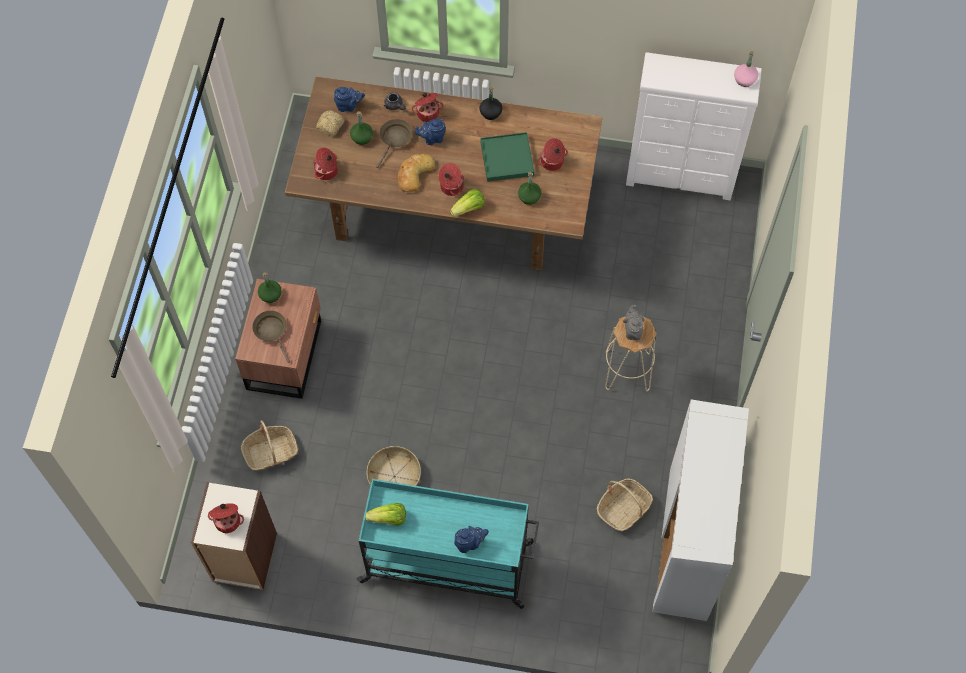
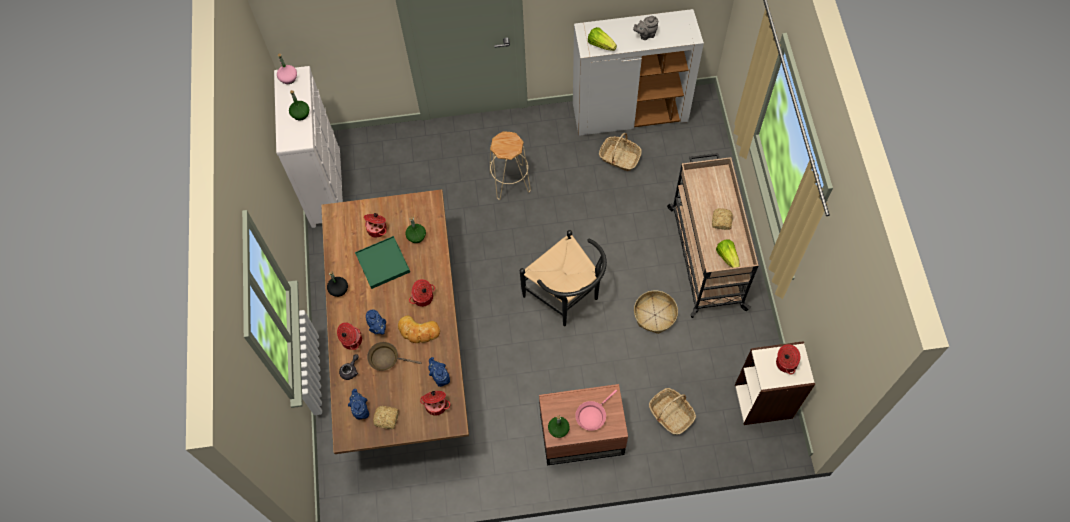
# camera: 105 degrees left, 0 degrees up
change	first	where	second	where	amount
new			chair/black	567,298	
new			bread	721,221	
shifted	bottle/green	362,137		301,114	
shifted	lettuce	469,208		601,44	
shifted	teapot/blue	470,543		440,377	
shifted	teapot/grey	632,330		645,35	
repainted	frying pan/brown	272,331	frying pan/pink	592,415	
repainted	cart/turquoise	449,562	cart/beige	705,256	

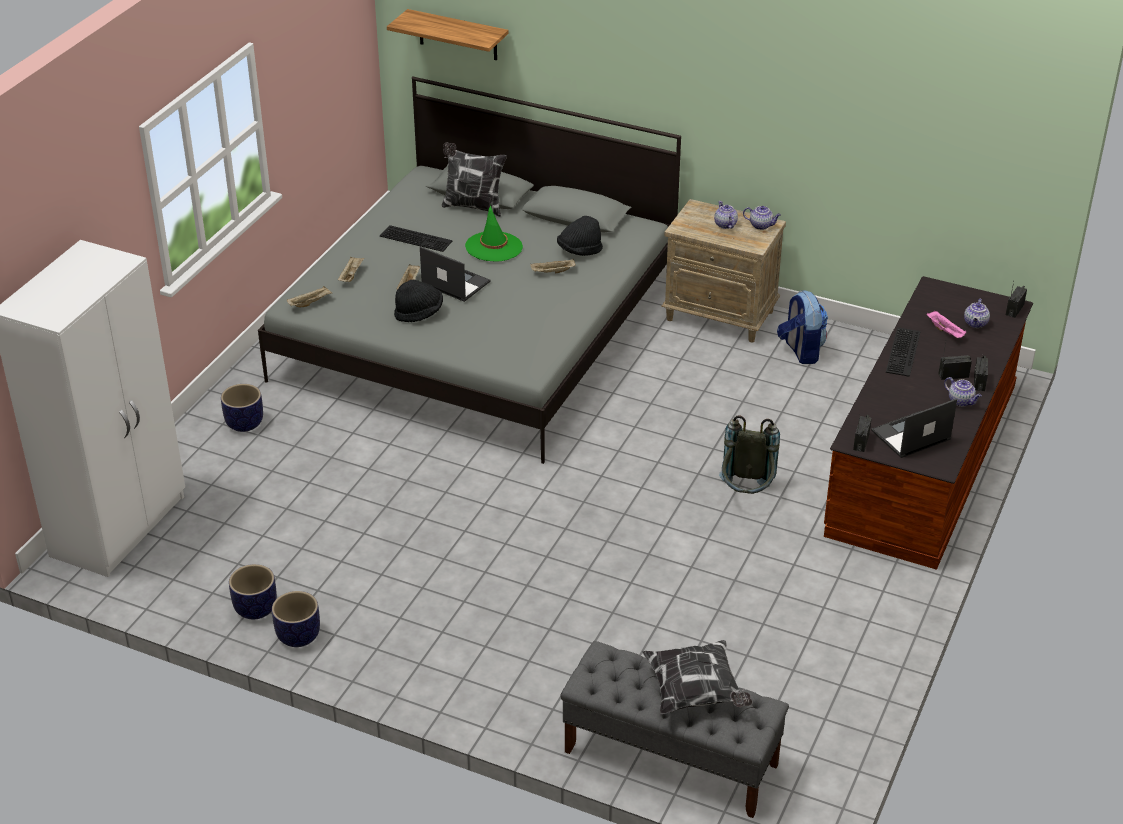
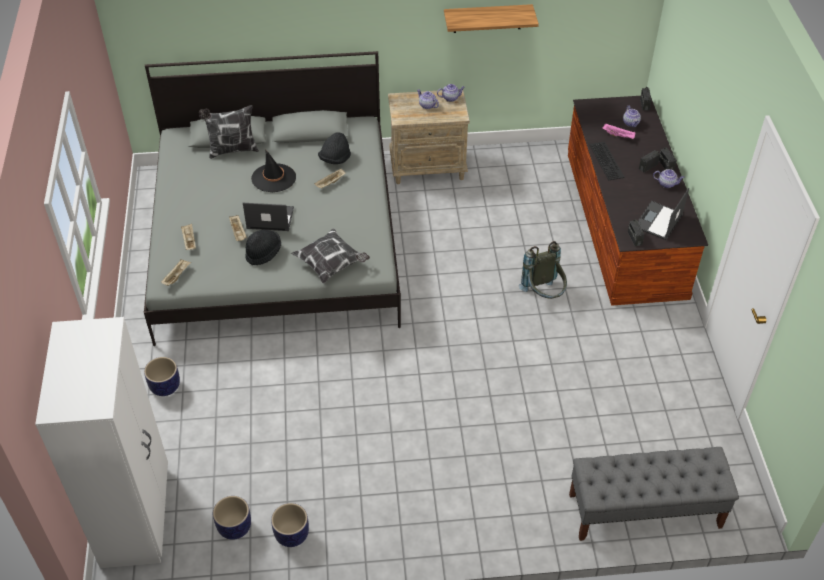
# camera: 30 degrees left, 10 degrees up
change	first	where	second	where	amount
gone	keyboard	417,238			
gone	backpack	801,351			
shifted	planter	298,636		234,527	
shifted	shelf	458,35		487,18	
shifted	pillow	695,692		331,264	
repainted	hat/green	494,247	hat/black	273,178	

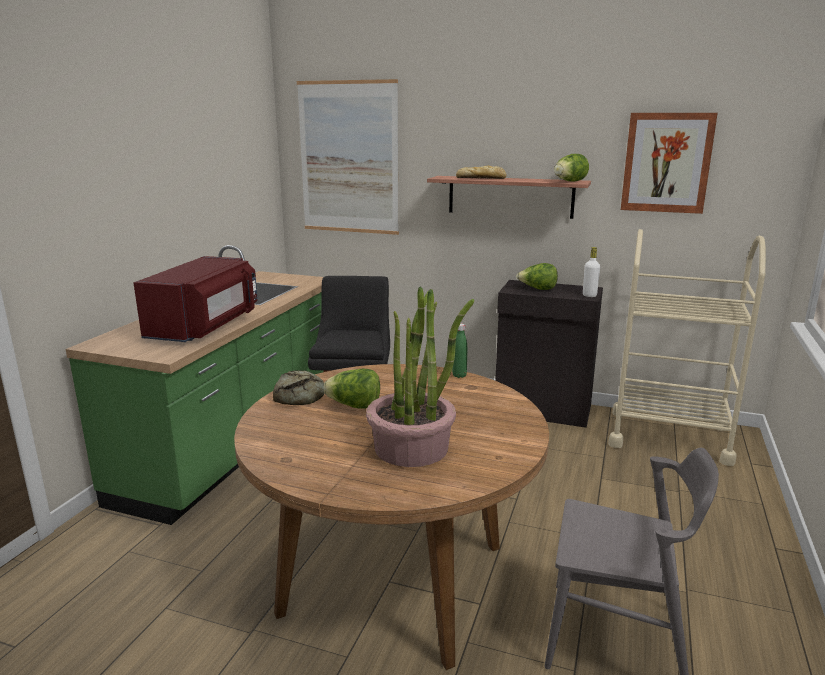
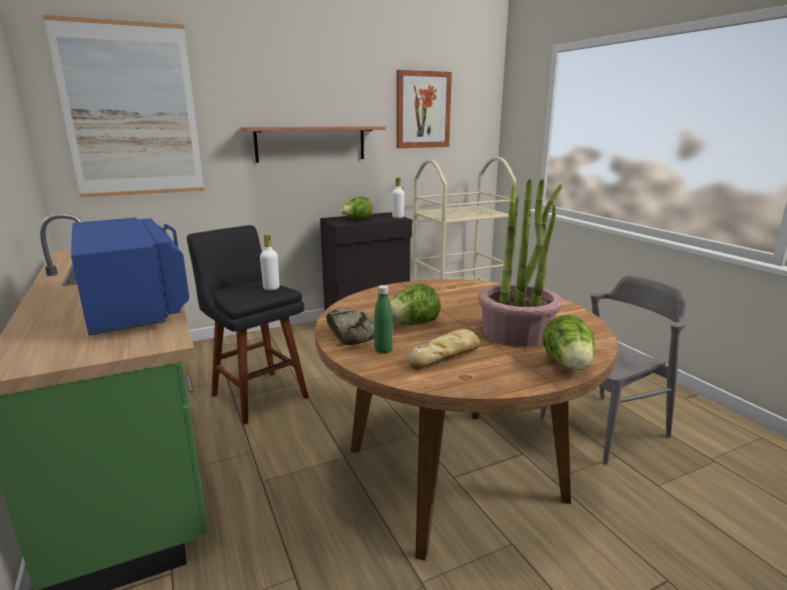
# camera: 45 degrees left, 0 degrees up
change	first	where	second	where	amount
new			bottle/white	271,288	
shifted	bottle/green	459,375		383,350	
shifted	bread	482,178		446,355	
shifted	lettuce	569,181		568,365	
repainted	microwave/red	206,326	microwave/blue	135,306	

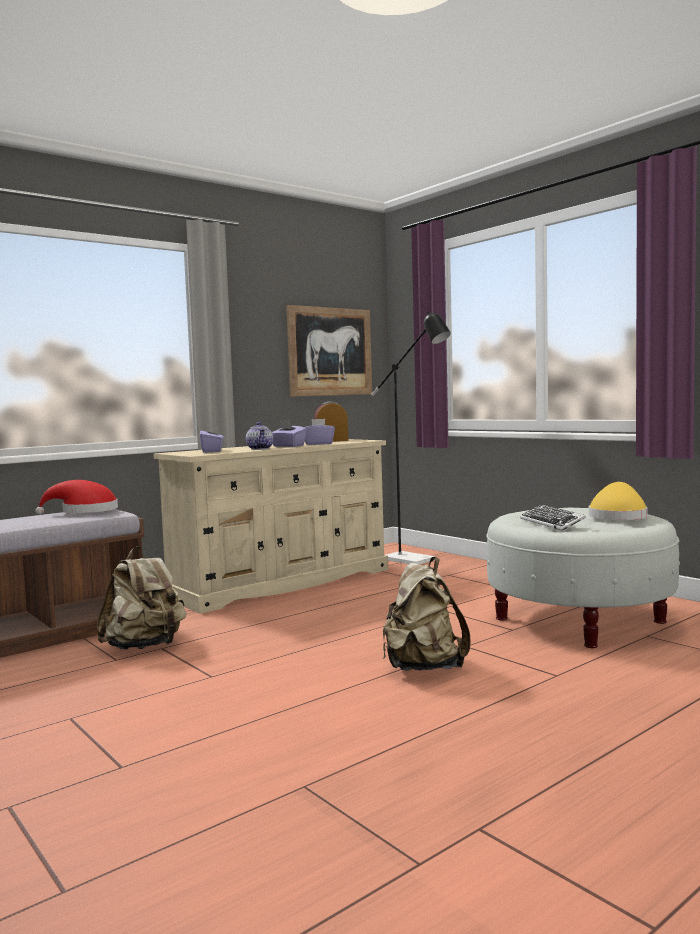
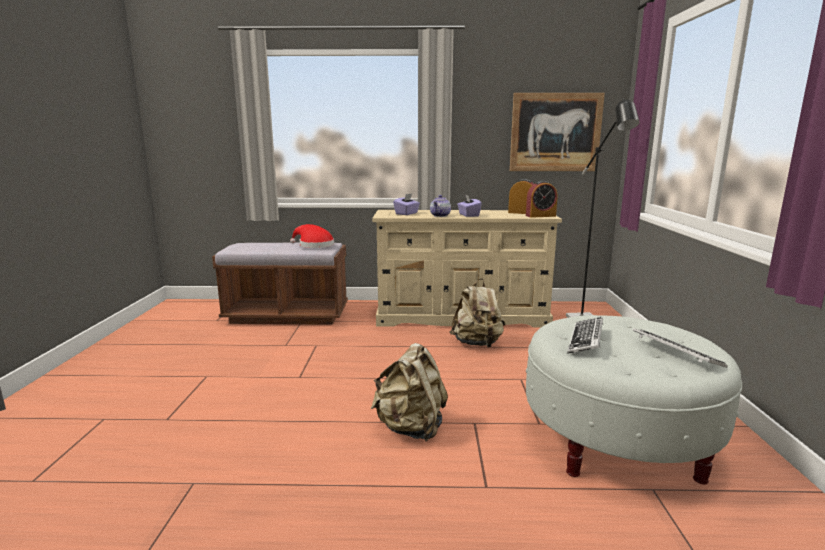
# camera: 40 degrees right, 10 degrees up
change	first	where	second	where	amount
gone	tissue box/purple	319,444			
new			alarm clock	540,216	
shifted	backpack/beige	145,647		477,344	
swapped	hat/yellow	617,517	keyboard	675,353	

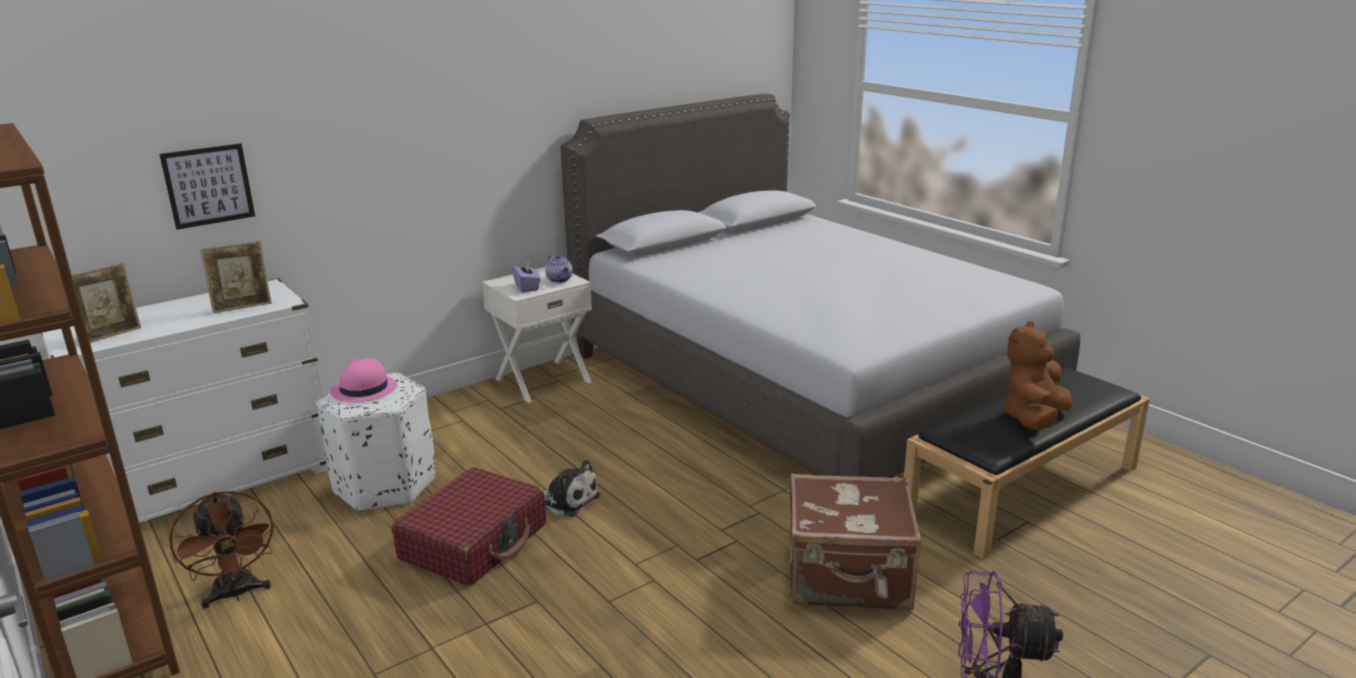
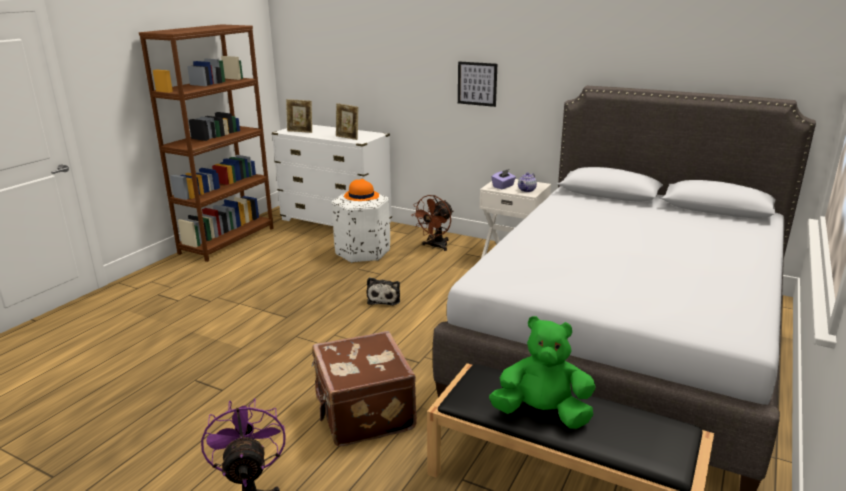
# camera: 65 degrees right, 0 degrees up
change	first	where	second	where	amount
gone	suitcase/red	474,542			
shifted	picture	208,185		477,83	
shifted	fan/brown	236,594		435,246	
repainted	hat/pink	363,389	hat/orange	361,196	
repainted	plush toy/brown	1033,419	plush toy/green	542,414	

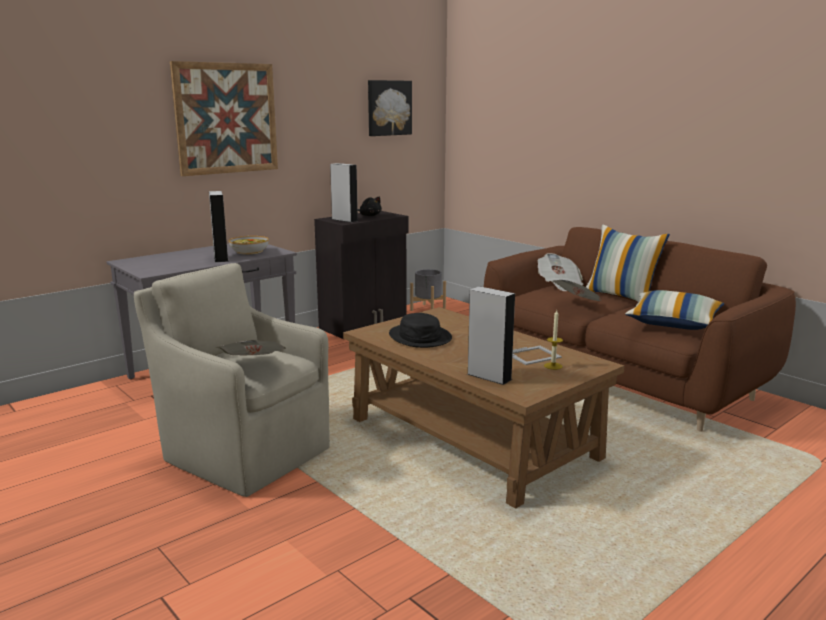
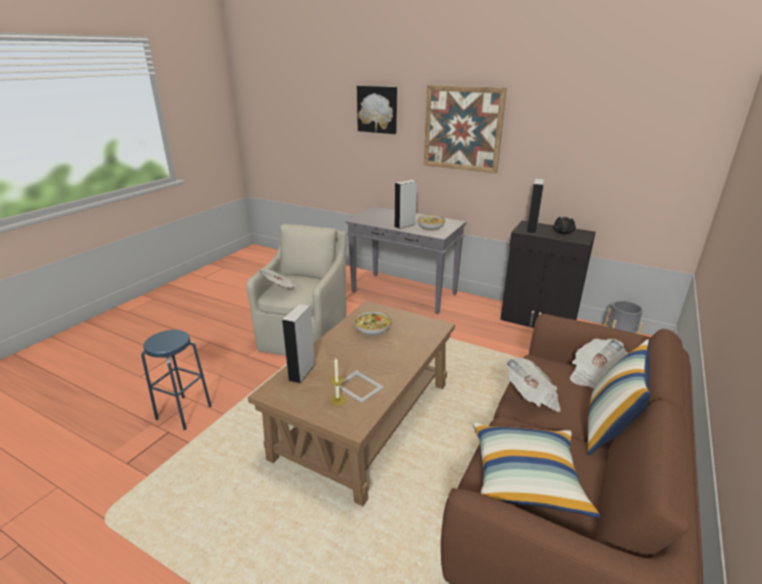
# camera: 70 degrees right, 10 degrees up
change	first	where	second	where	amount
new			stool/blue	184,412	
shifted	picture	388,108		377,109	
swapped	hat/black	420,337	bowl	372,329	

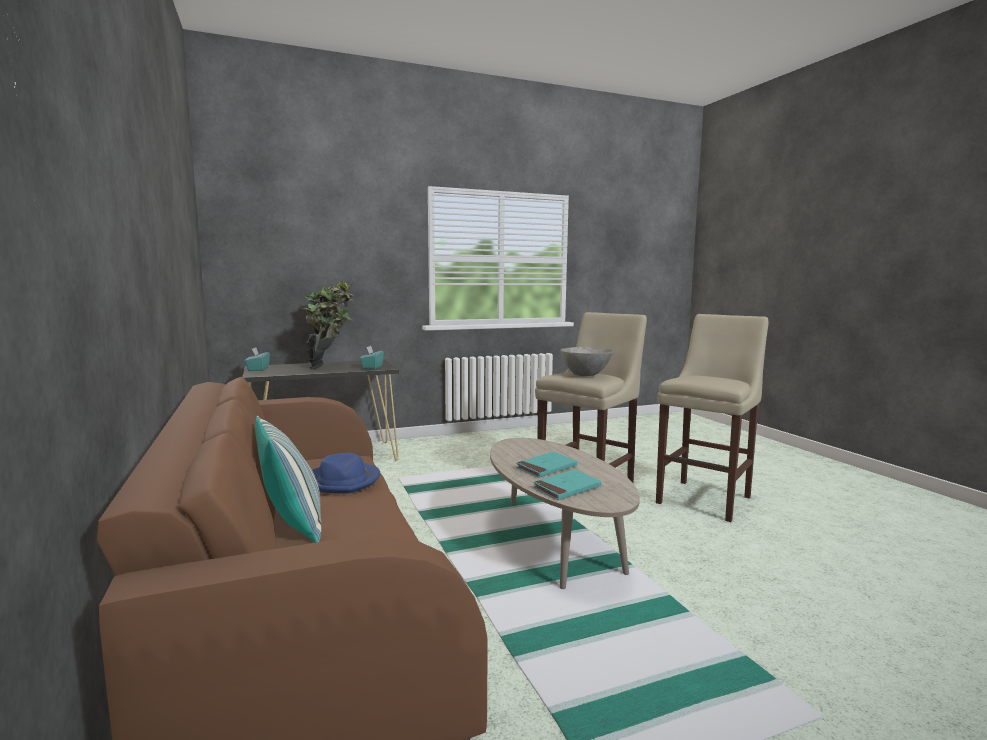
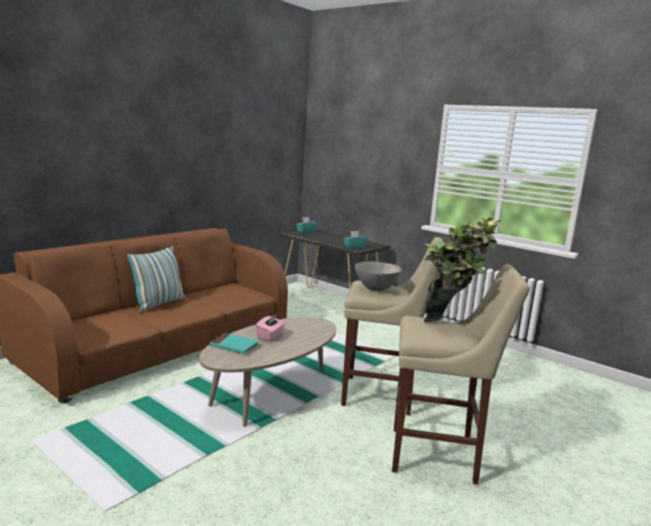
# camera: 60 degrees right, 5 degrees up
change	first	where	second	where	amount
gone	hat/blue	344,481			
shifted	potted plant	329,366		451,324	
swapped	book/turquoise	546,467	tissue box/pink	270,336	

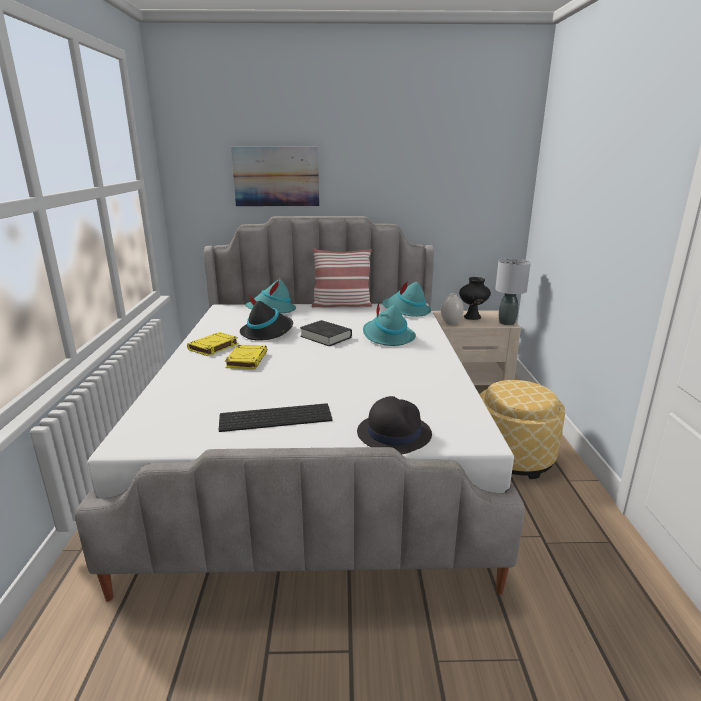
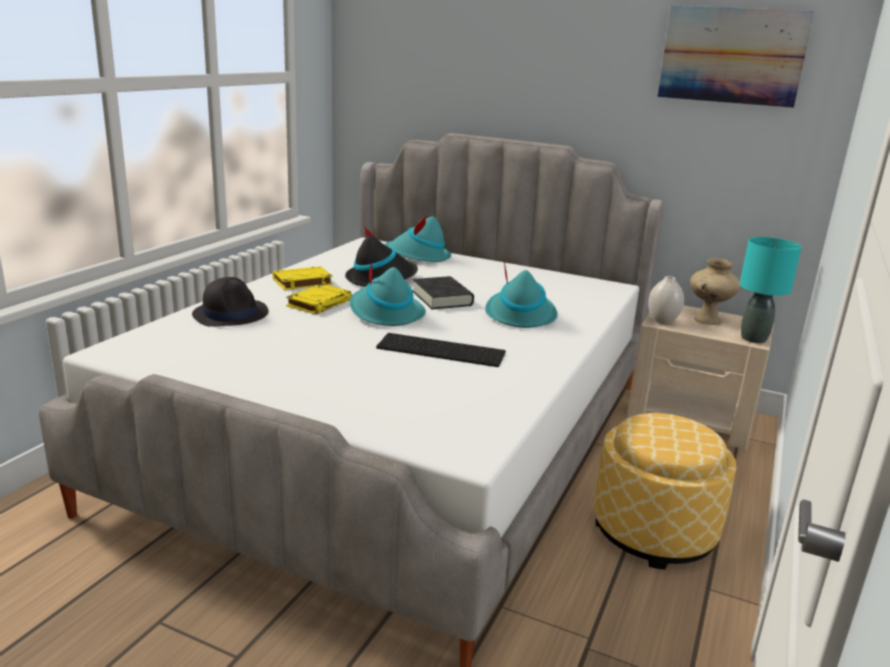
# camera: 25 degrees right, 0 degrees up
change	first	where	second	where	amount
gone	pillow	341,305			
shifted	keyboard	276,417		442,350	
shifted	picture	276,177		732,56	
shifted	hat/black	393,433		231,314	
shifted	hat/turquoise	406,311		385,313	
repainted	vase/black	472,317	vase/beige	707,320	
repainted	table lamp/grey	506,323	table lamp/turquoise	753,338	

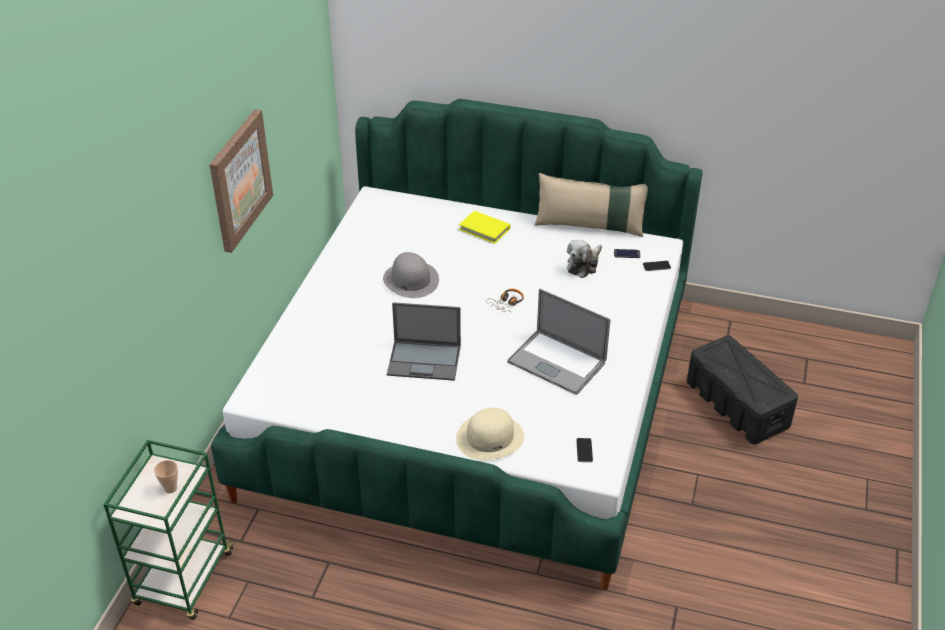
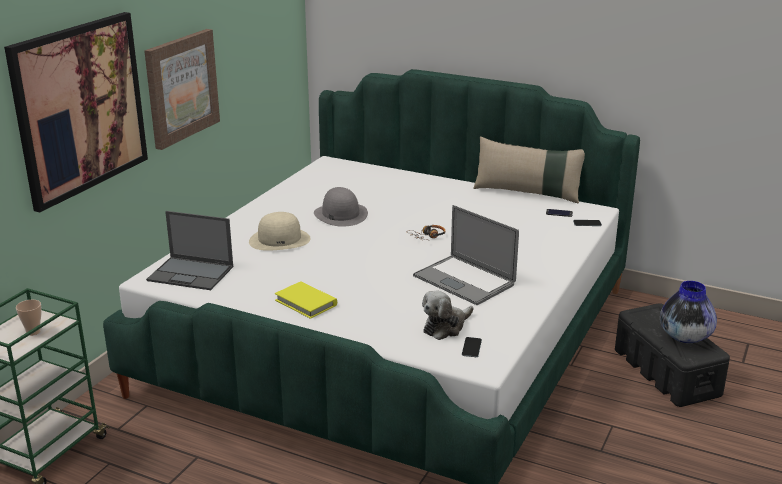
# camera: 10 degrees right, 15 degrees down
change	first	where	second	where	amount
new			picture	80,108	
new			vase	685,336	
shifted	laptop	425,360		191,273	
shifted	hat/beige	490,437		280,240	
shifted	book/yellow	484,229		306,303	
shifted	plush toy	583,265		446,327	

